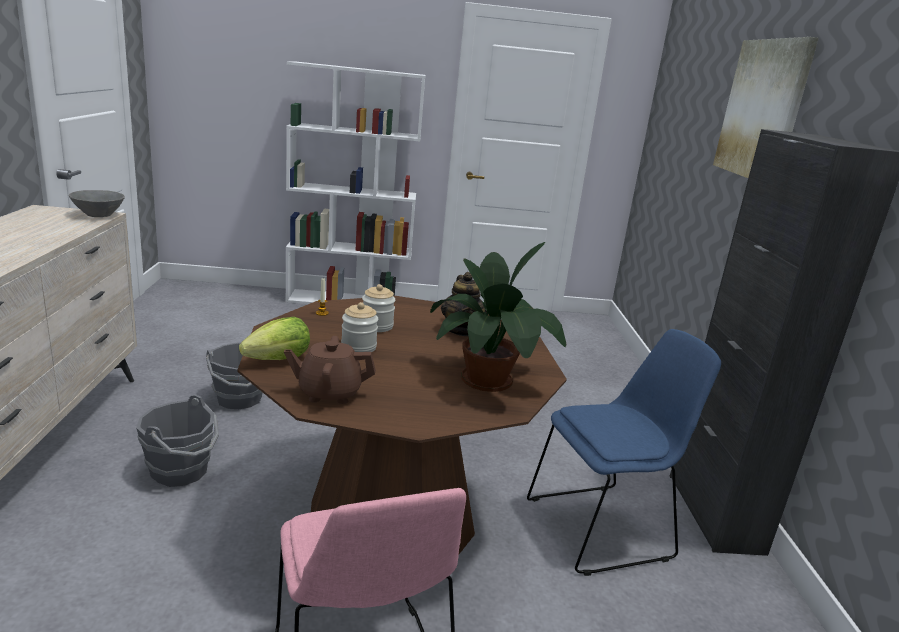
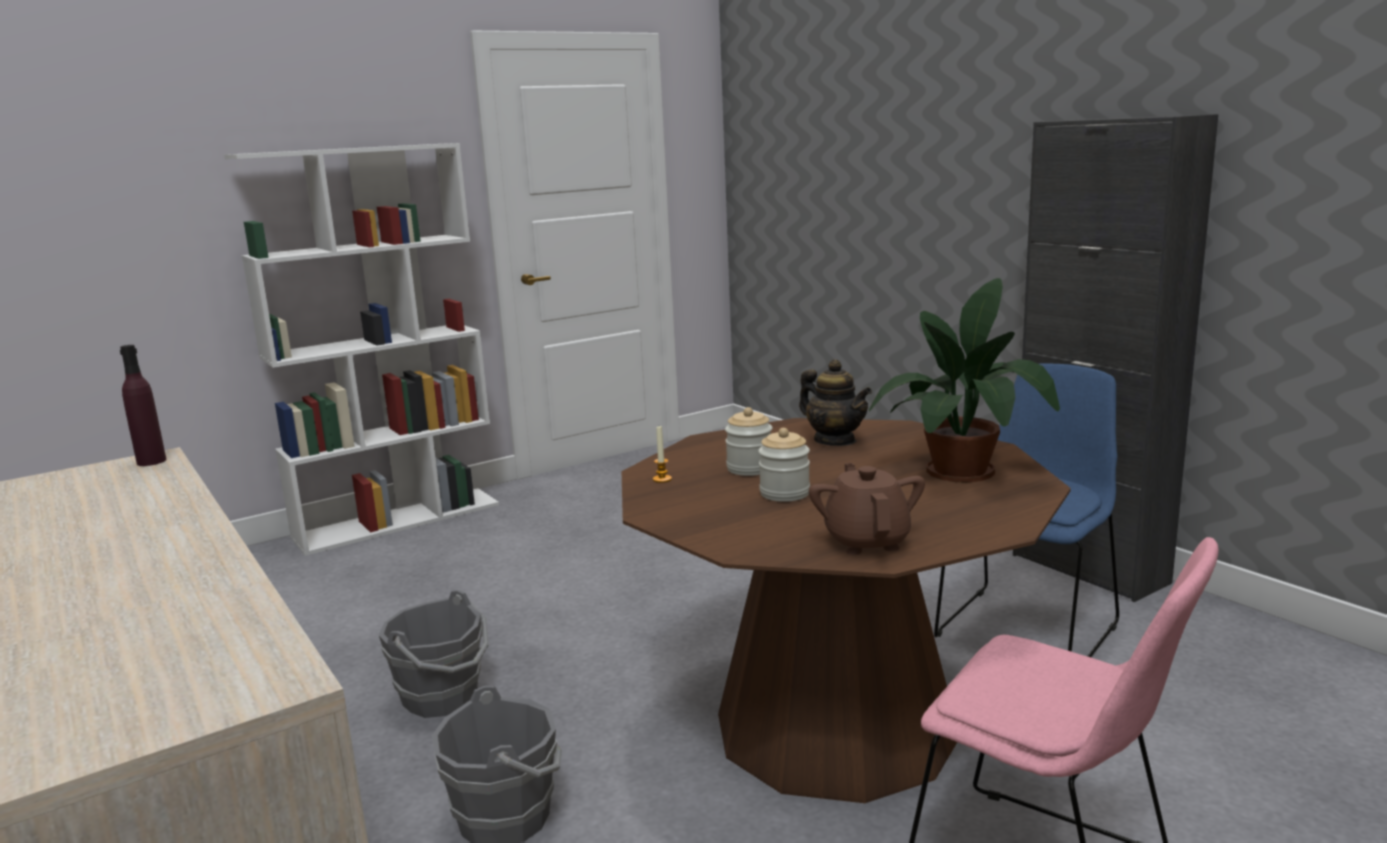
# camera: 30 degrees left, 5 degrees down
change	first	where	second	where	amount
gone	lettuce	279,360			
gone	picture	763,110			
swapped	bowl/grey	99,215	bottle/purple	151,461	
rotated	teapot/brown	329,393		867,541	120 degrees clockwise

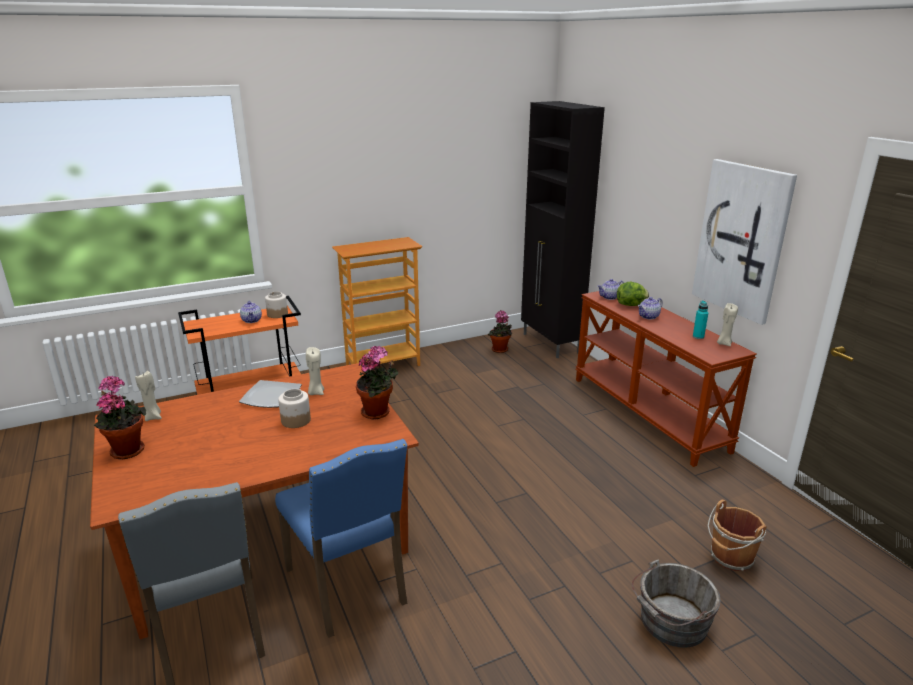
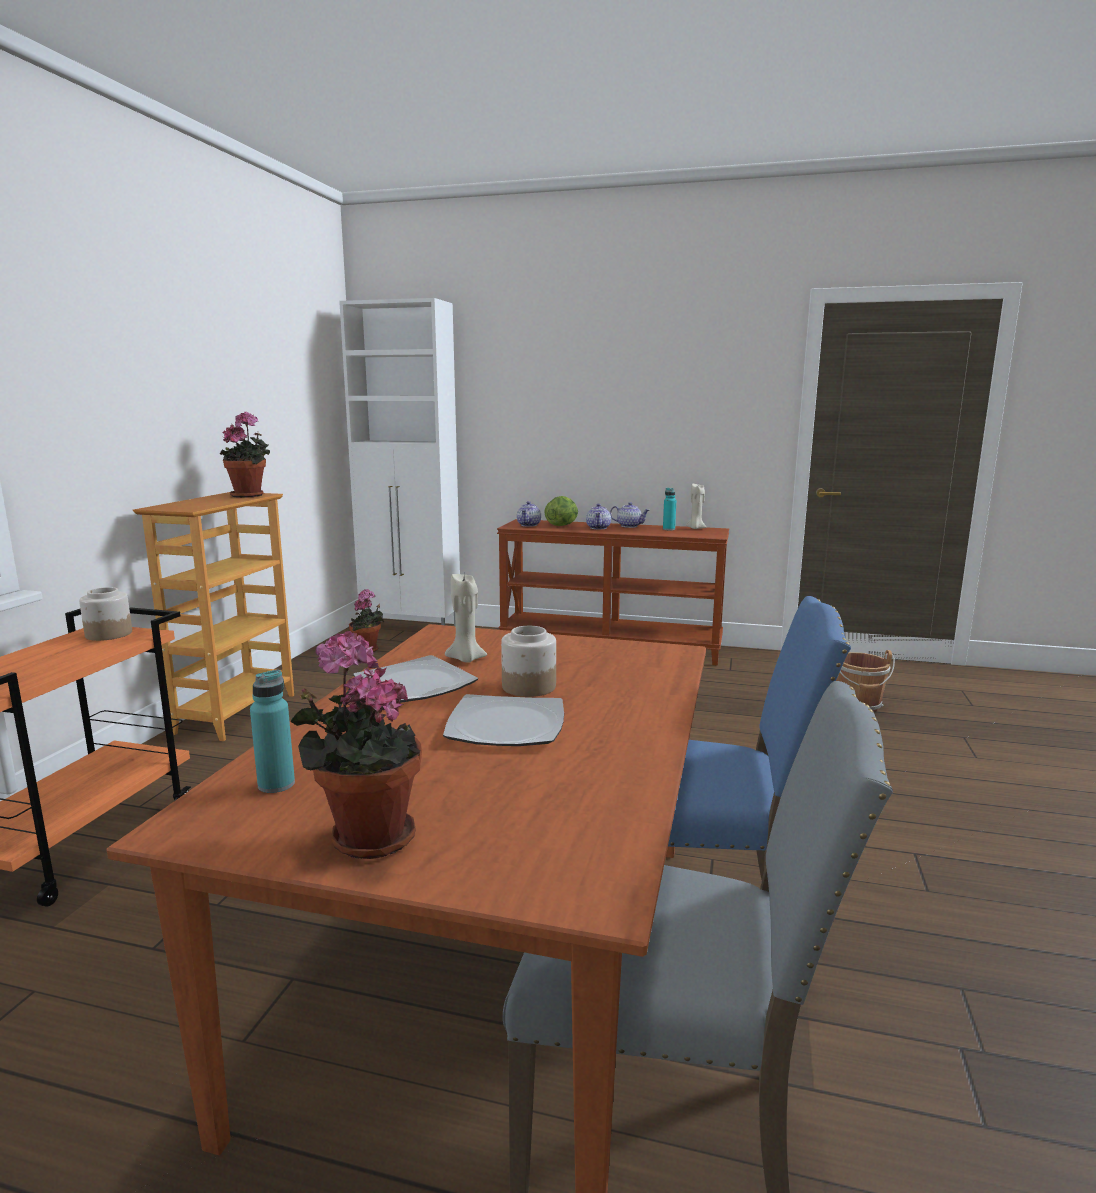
# camera: 50 degrees left, 10 degrees down
change	first	where	second	where	amount
gone	bucket/grey	670,622			
gone	picture	742,240			
new			plate	507,725	
shifted	teapot	252,320		629,526	
shifted	potted plant	378,413		250,495	
swapped	candle/beige	153,417	bottle/turquoise	276,784	
repainted	cabinet/black	550,344	cabinet/white	412,629	

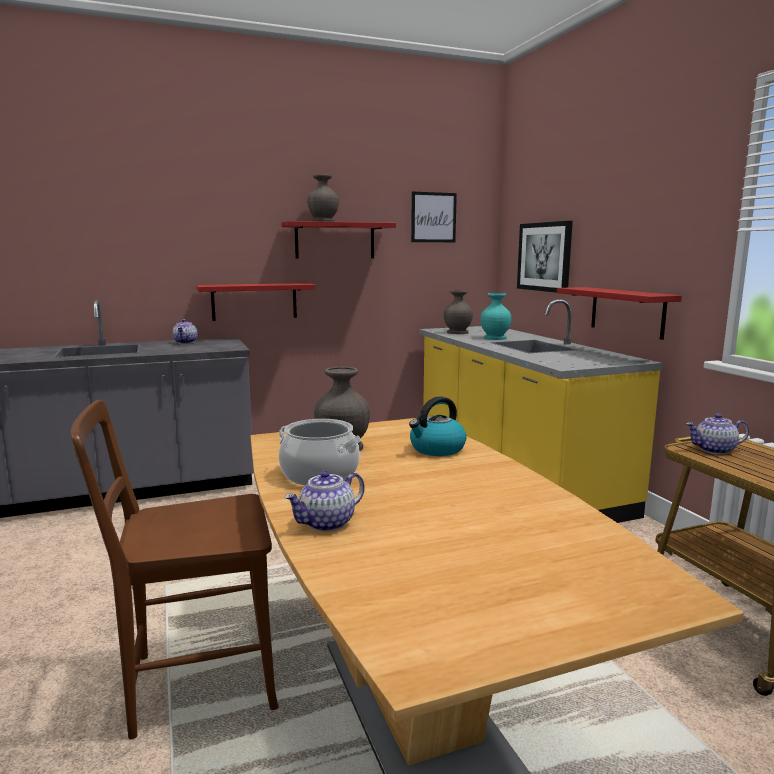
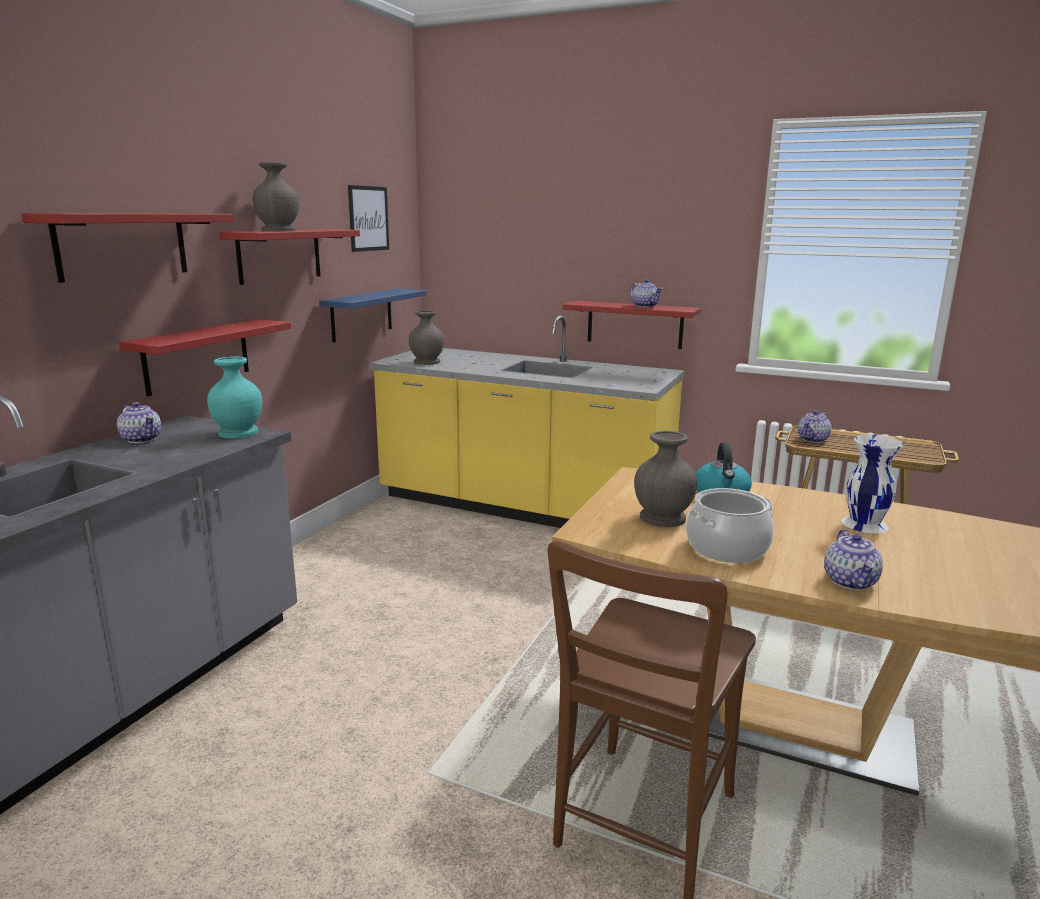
# camera: 45 degrees left, 5 degrees up
change	first	where	second	where	amount
gone	picture	544,257			
new			shelf/red	122,245	
new			shelf/blue	362,314	
new			teapot	645,306	
new			vase/white	863,524	
shifted	vase/turquoise	495,338		239,432	

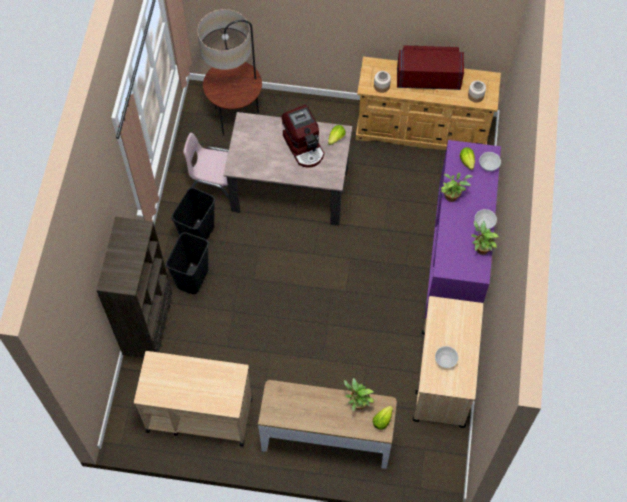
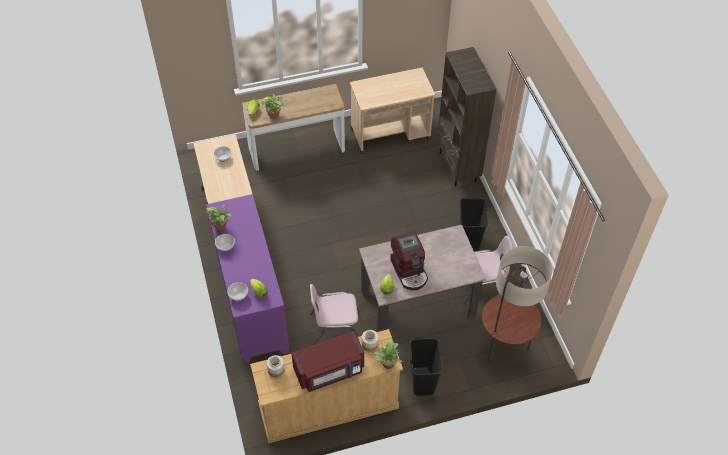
# camera: 155 degrees right, 10 degrees down
change	first	where	second	where	amount
new			chair/pink	335,326	
shifted	trash can/black	193,279		422,381	
shifted	potted plant	452,195		387,365	
rotated	coffee machine	304,146		410,271	150 degrees counterclockwise

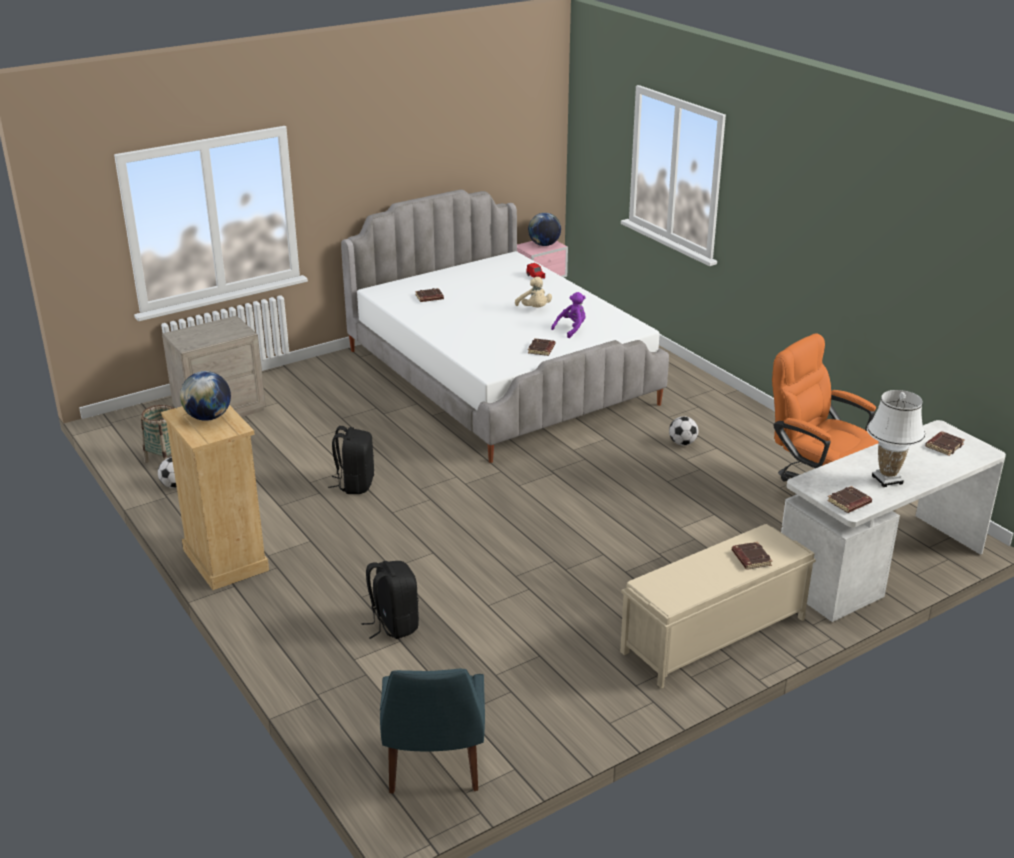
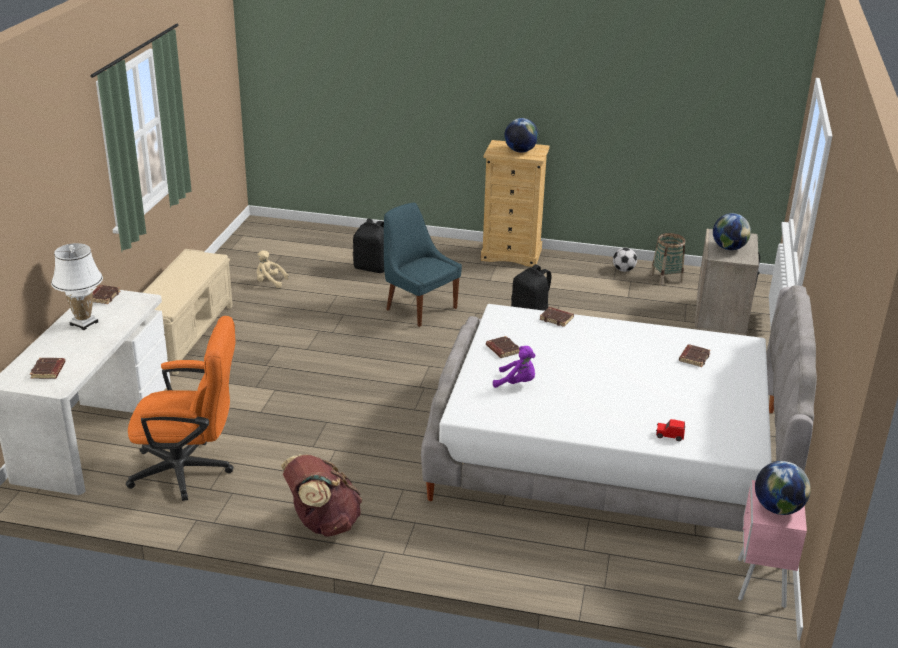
# camera: 135 degrees right, 0 degrees up
change	first	where	second	where	amount
gone	football	682,443			
new			backpack/brown	323,523	
new			globe	729,248	
shifted	chair/blue	434,767		419,308	
shifted	plush toy/beige	534,309		269,282	
shifted	book/brown	750,558		557,319	
rotated	plush toy/purple	571,329		517,383	75 degrees counterclockwise

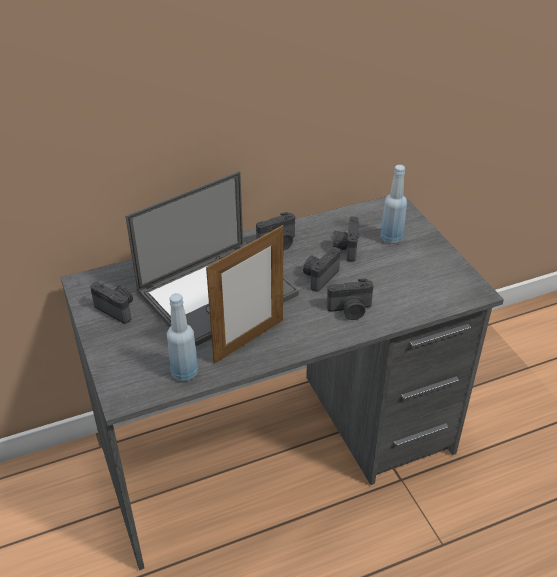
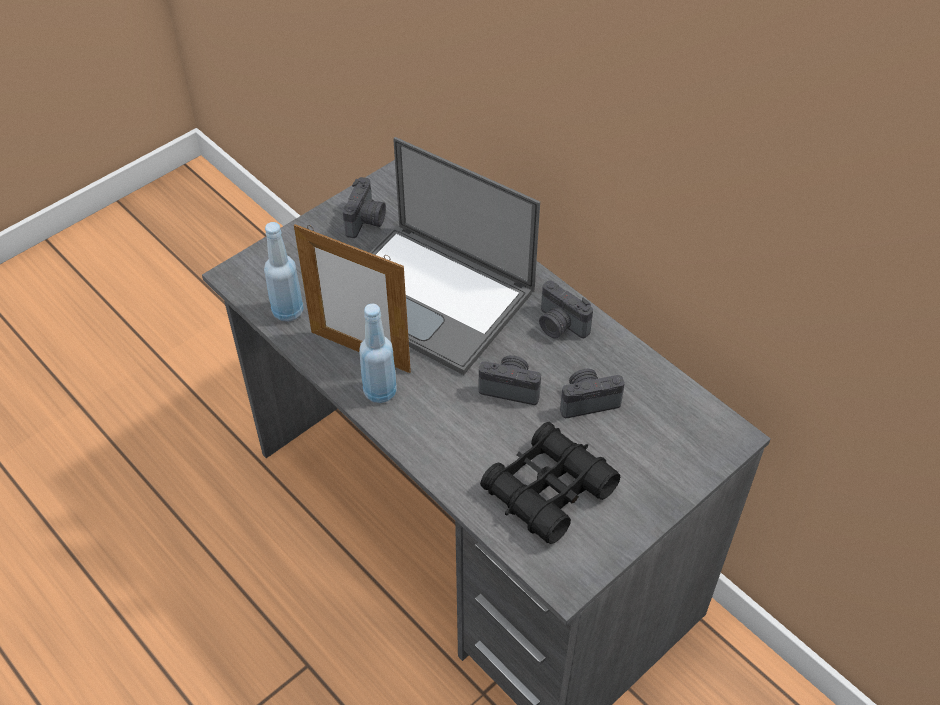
# camera: 70 degrees right, 10 degrees up
change	first	where	second	where	amount
gone	photo camera	350,310			
new			binoculars/black	548,490	
shifted	bottle/blue	391,238		380,391	

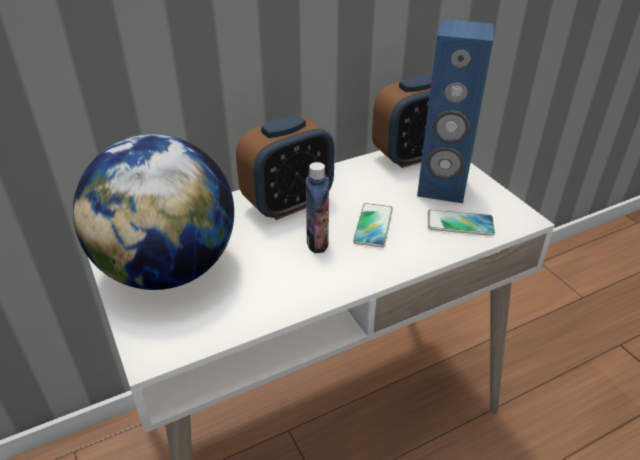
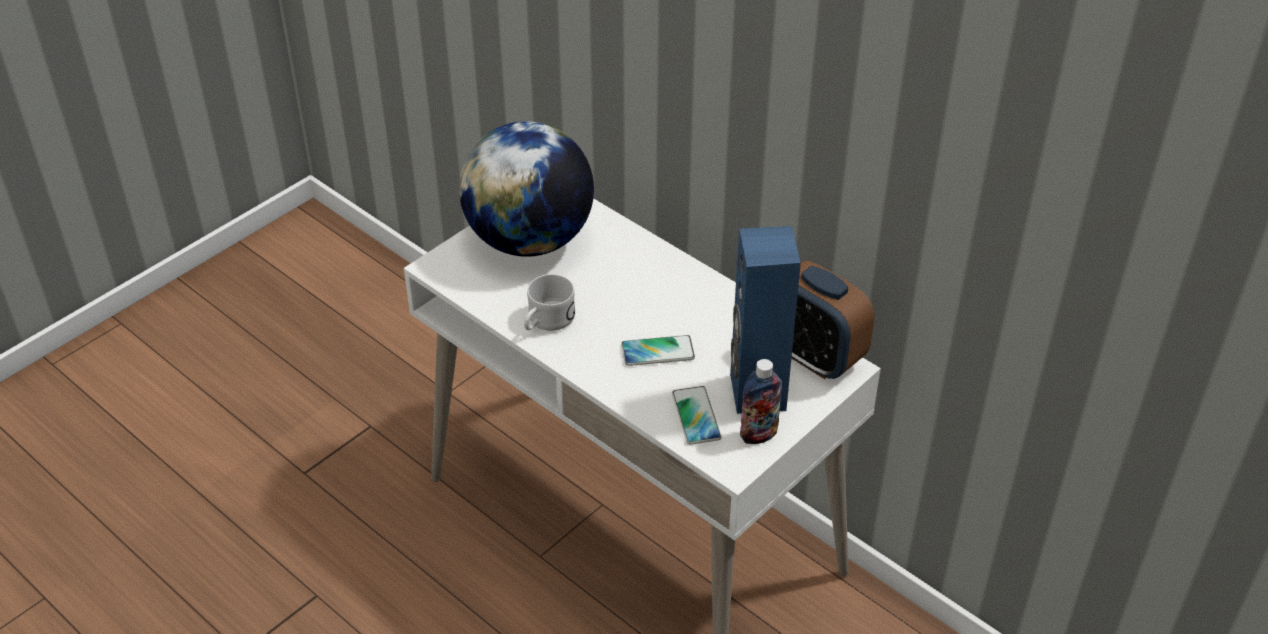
# camera: 70 degrees right, 5 degrees up
change	first	where	second	where	amount
gone	alarm clock	288,204			
new			mug/white	546,322	
shifted	bottle	317,242		758,434	

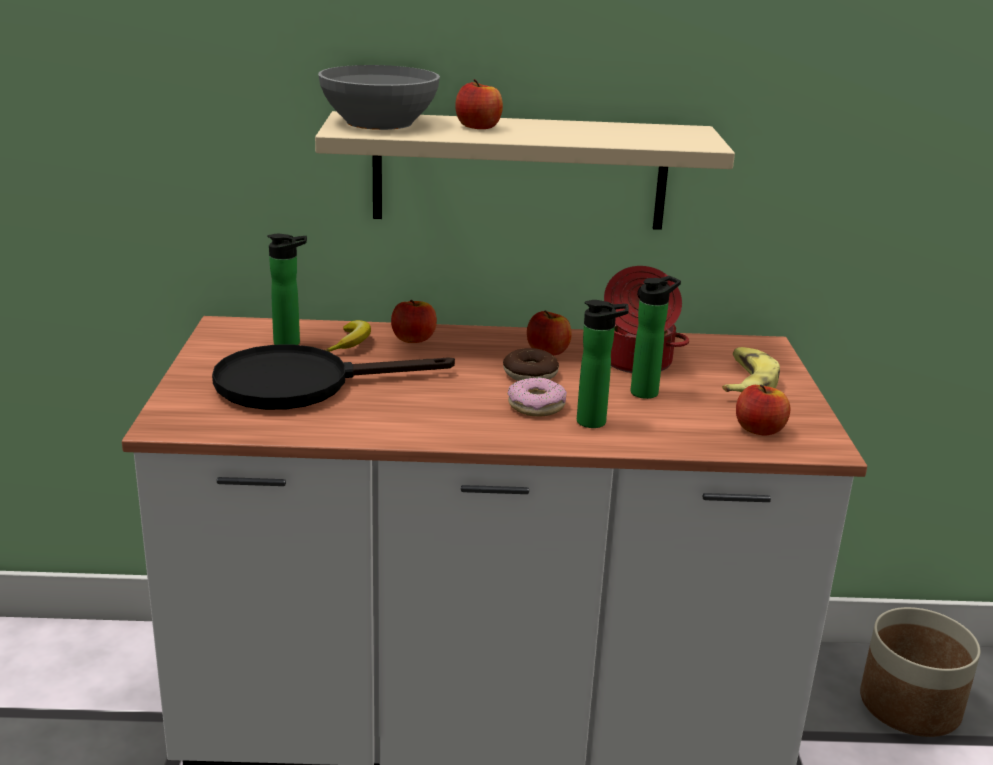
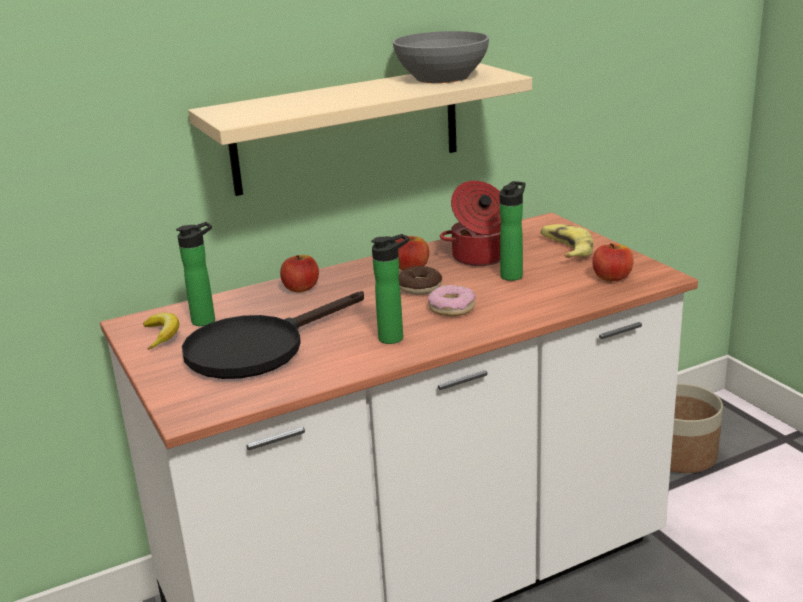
# camera: 25 degrees left, 0 degrees up
change	first	where	second	where	amount
gone	apple	478,127			
shifted	bowl/grey	380,122		443,77	
shifted	banana	351,343		162,335	
shifted	bottle	596,422		394,337	

